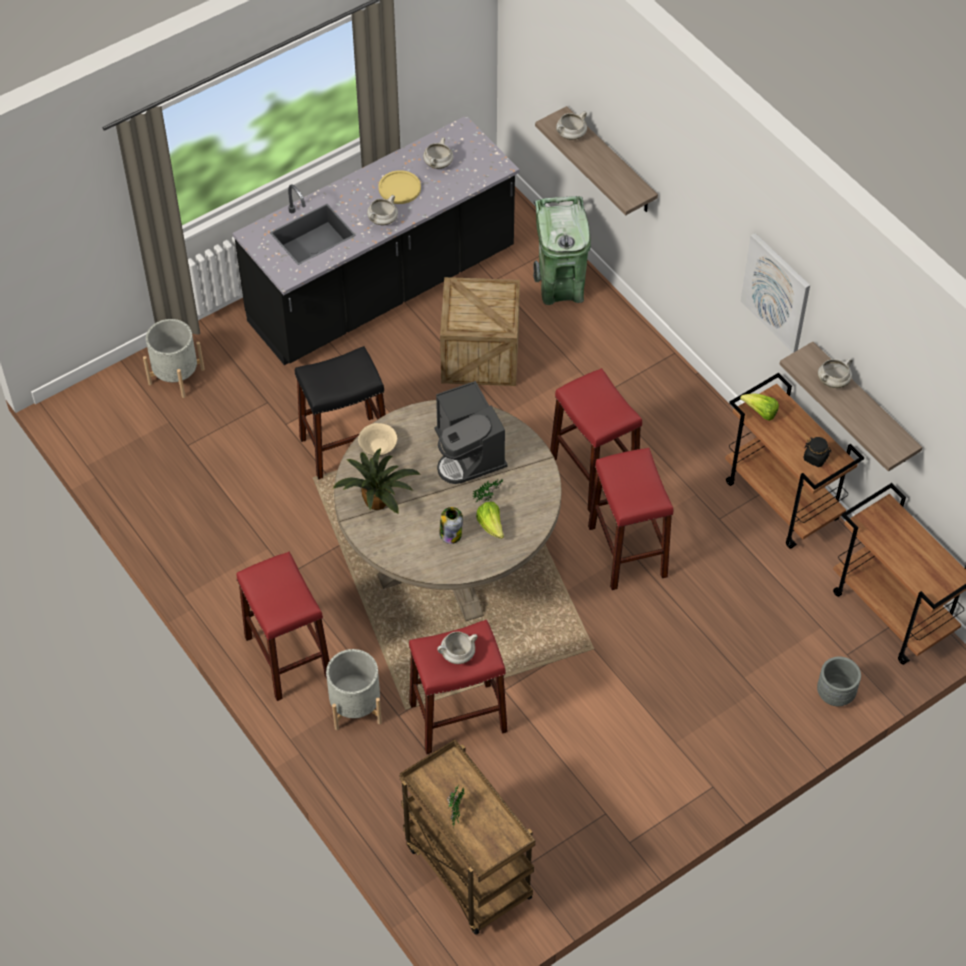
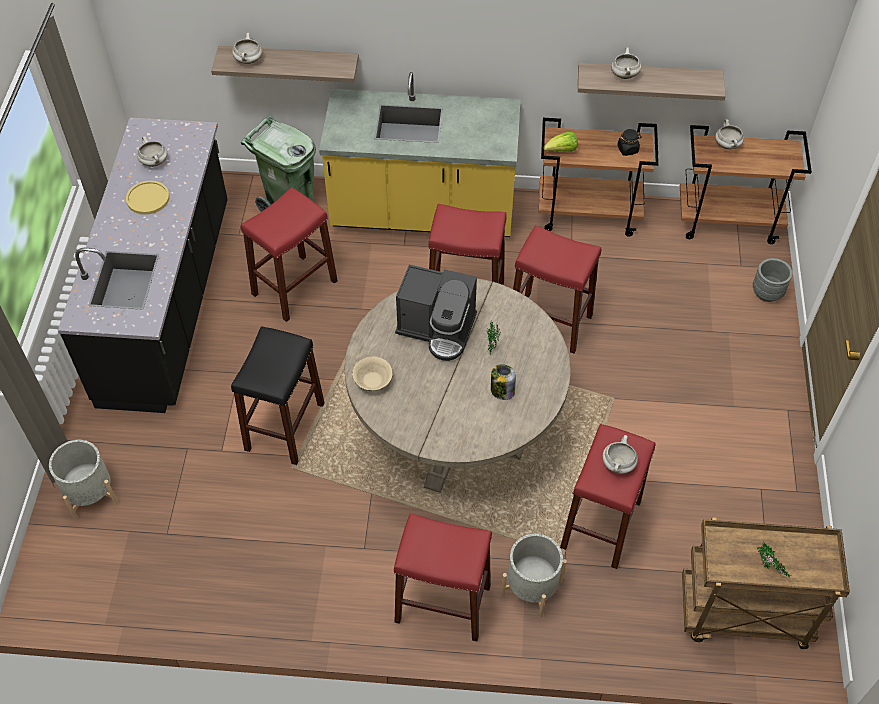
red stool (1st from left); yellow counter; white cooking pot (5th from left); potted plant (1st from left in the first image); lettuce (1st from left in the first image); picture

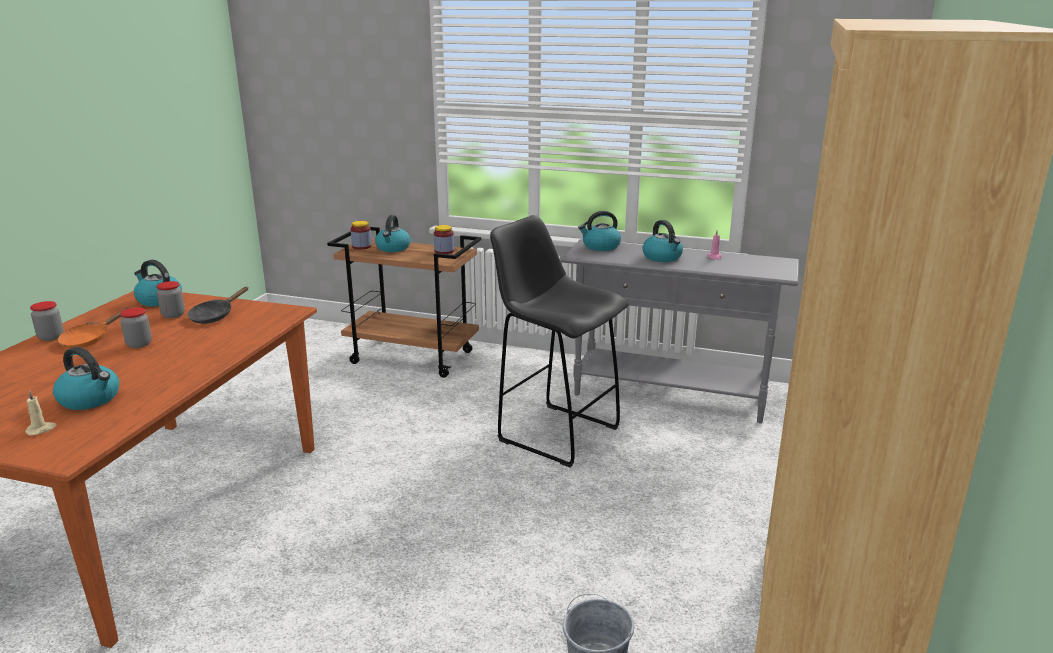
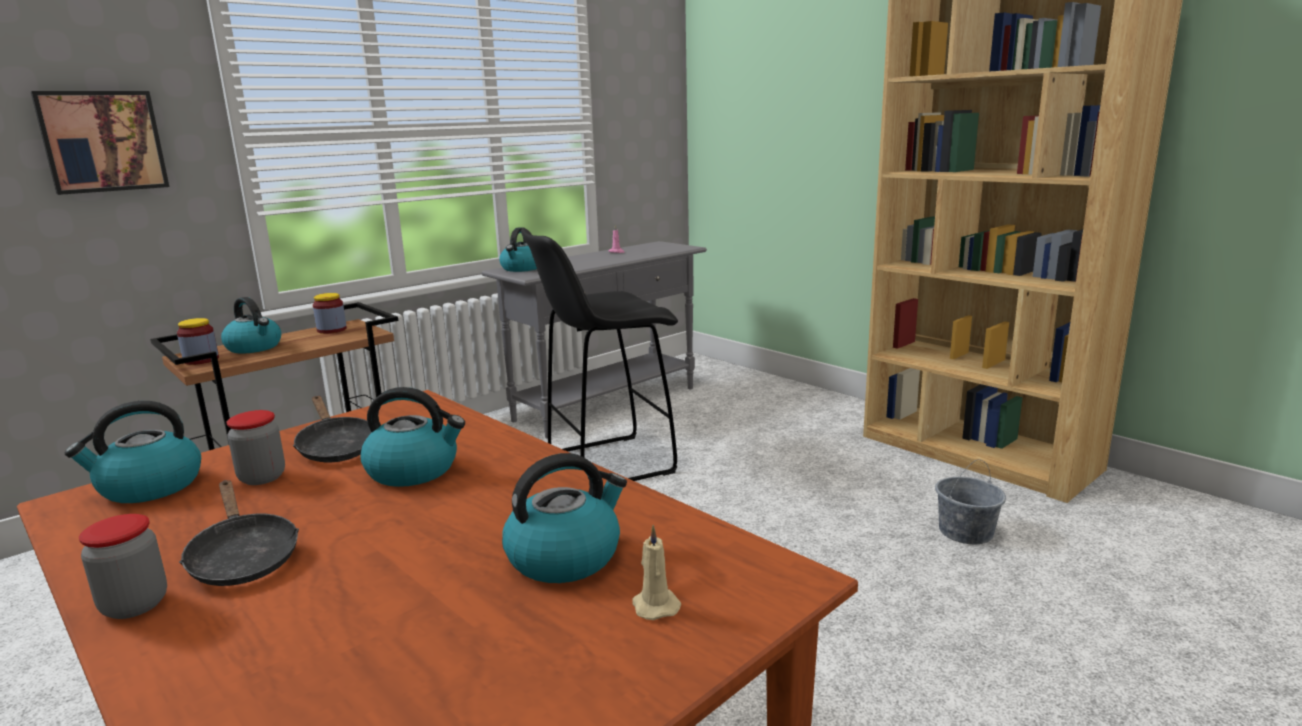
picture; black frying pan (1st from left); kettle (3rd from left); jar (2nd from left in the first image)

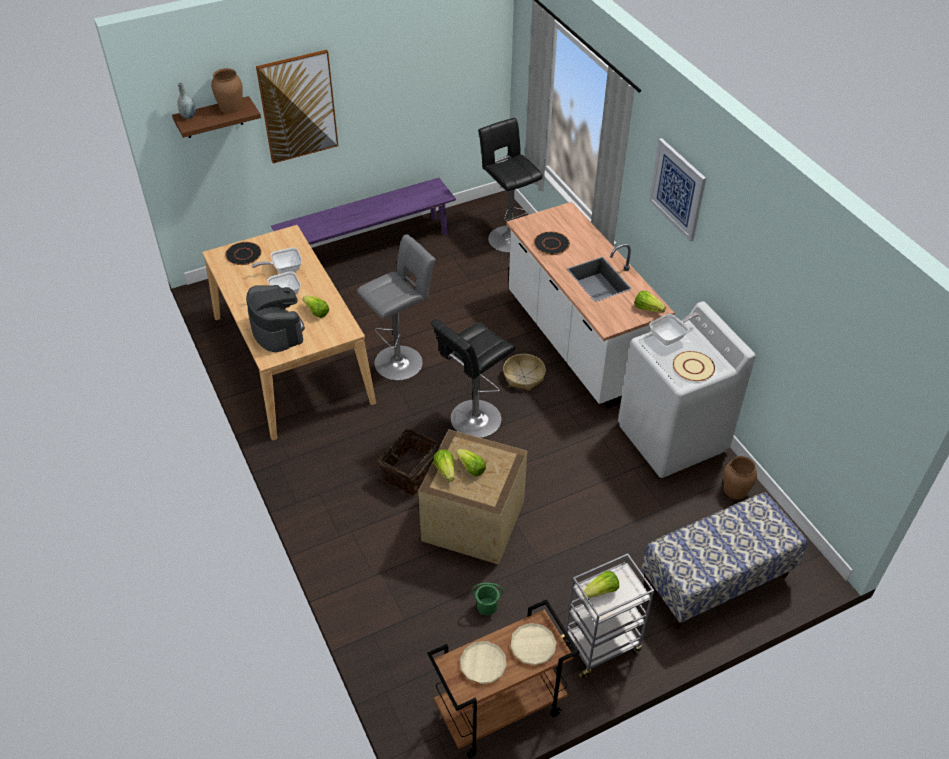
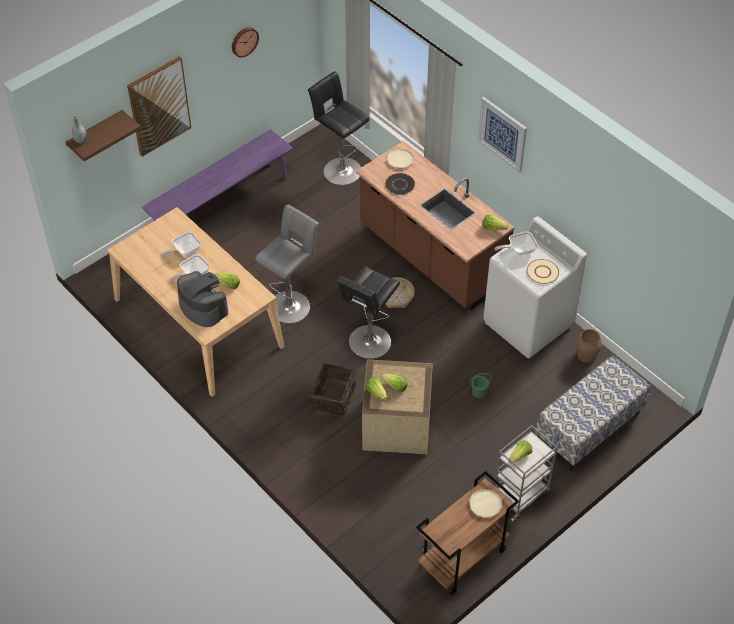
wall clock; brown counter; beige plate (1st from left); green bucket; frying pan (3rd from left); brown vase (1st from left in the first image); black plate (1st from left in the first image)

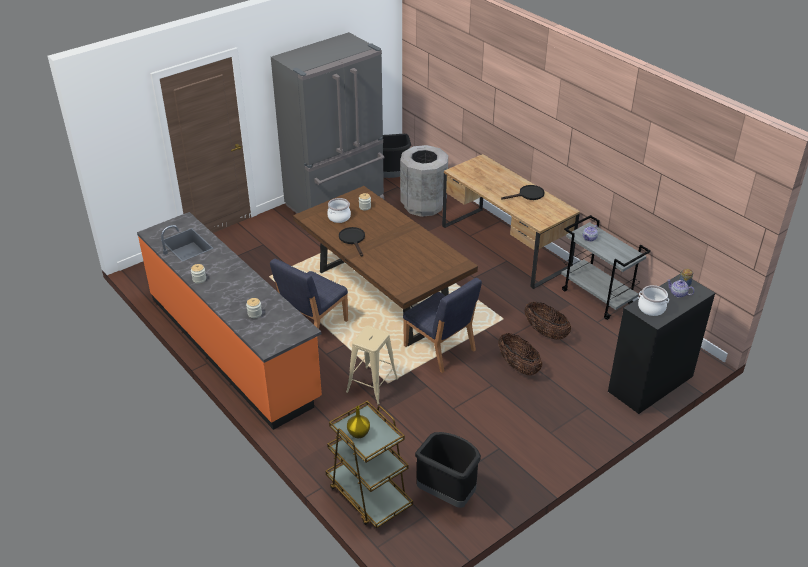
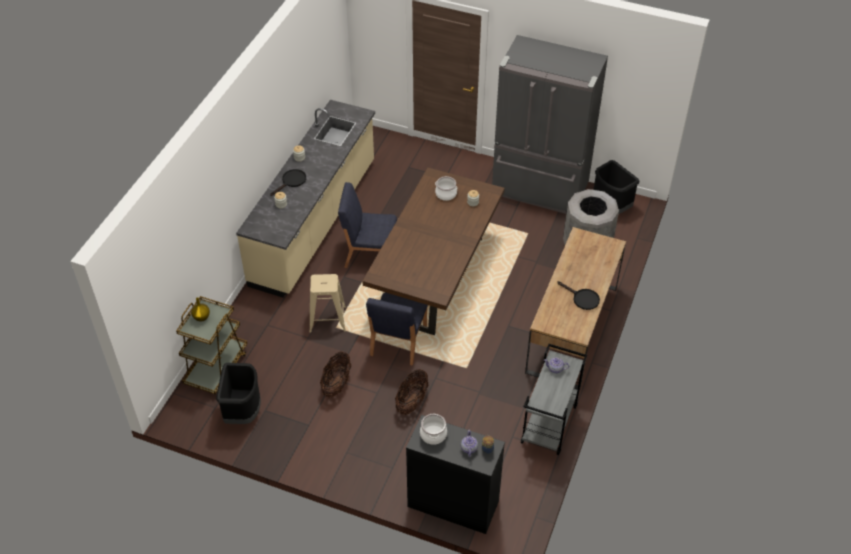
beige counter; black frying pan (1st from left); basket (1st from left)

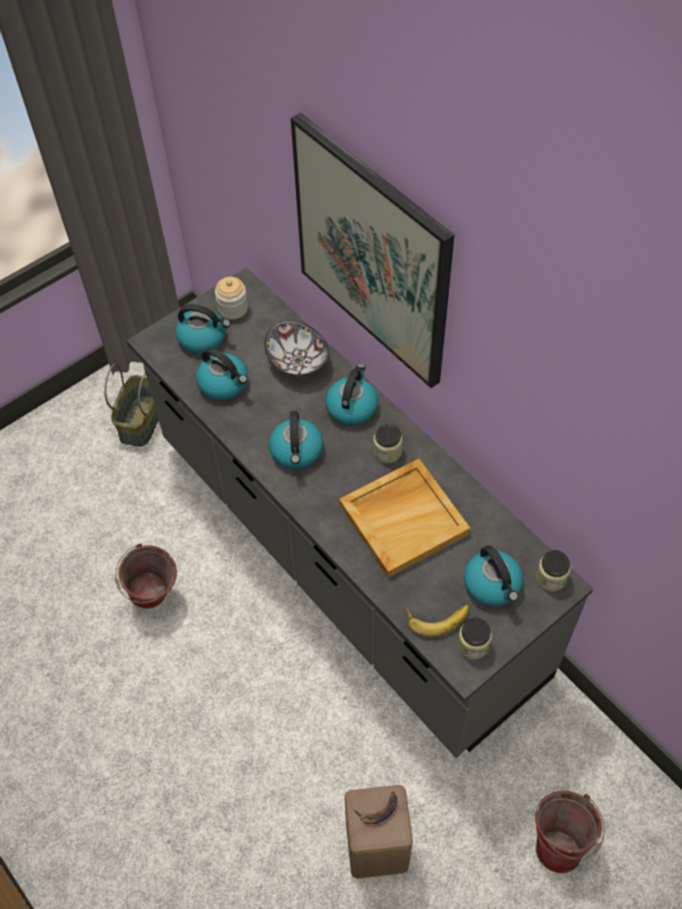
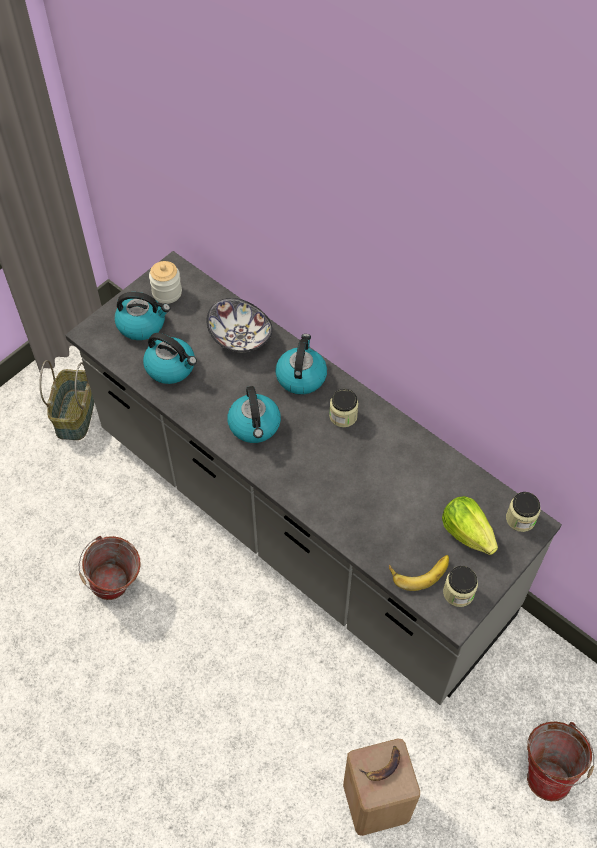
lettuce; picture; beige tray

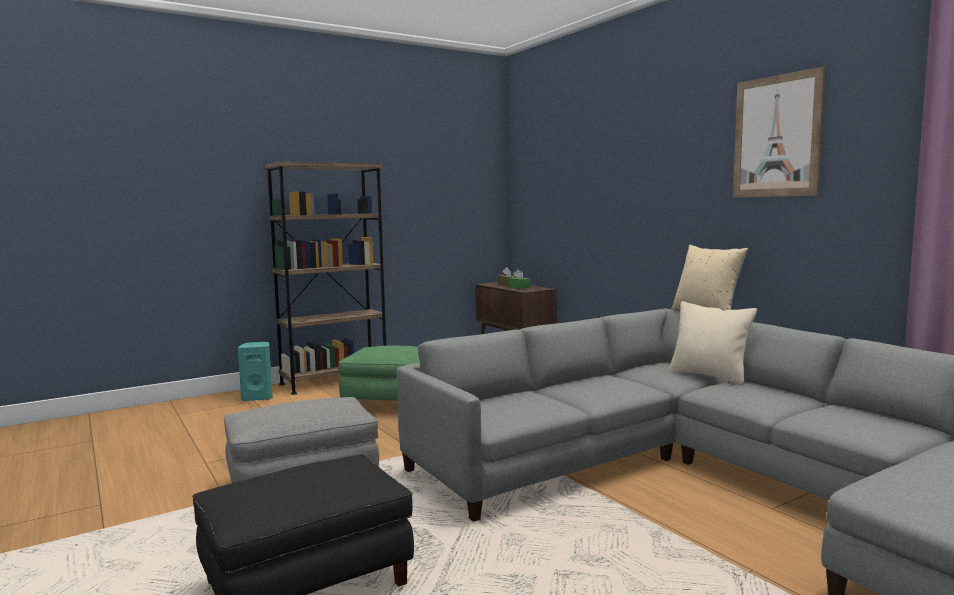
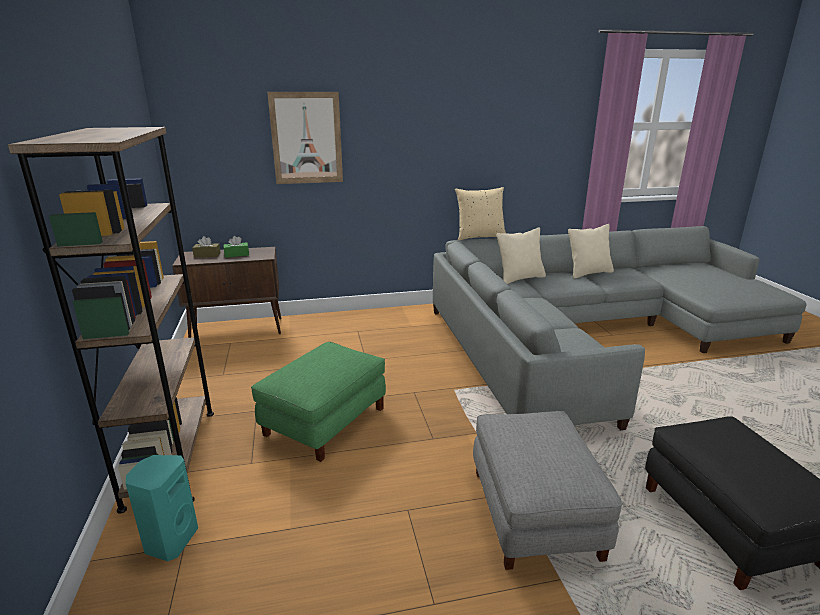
picture; beige pillow (3rd from left)

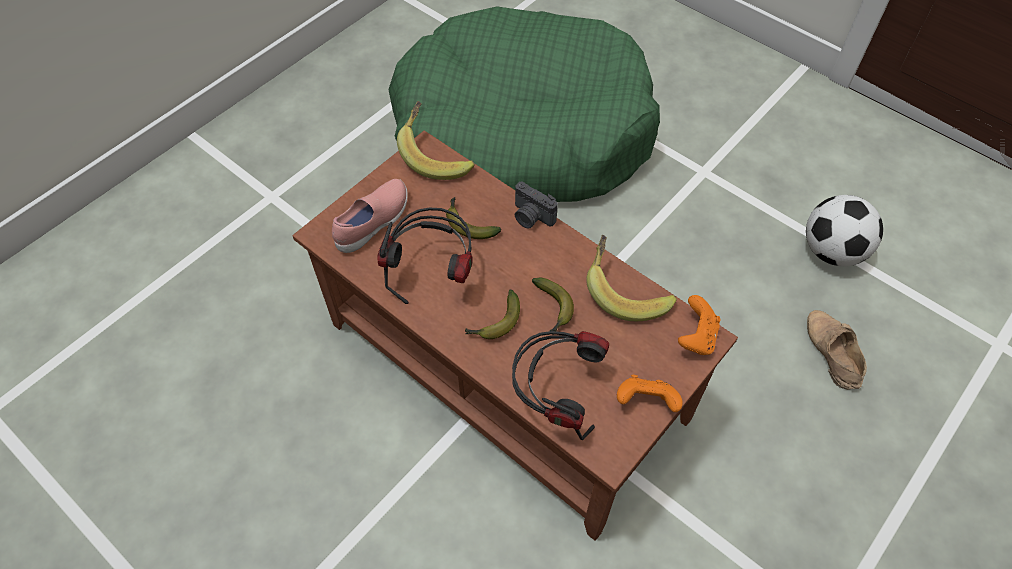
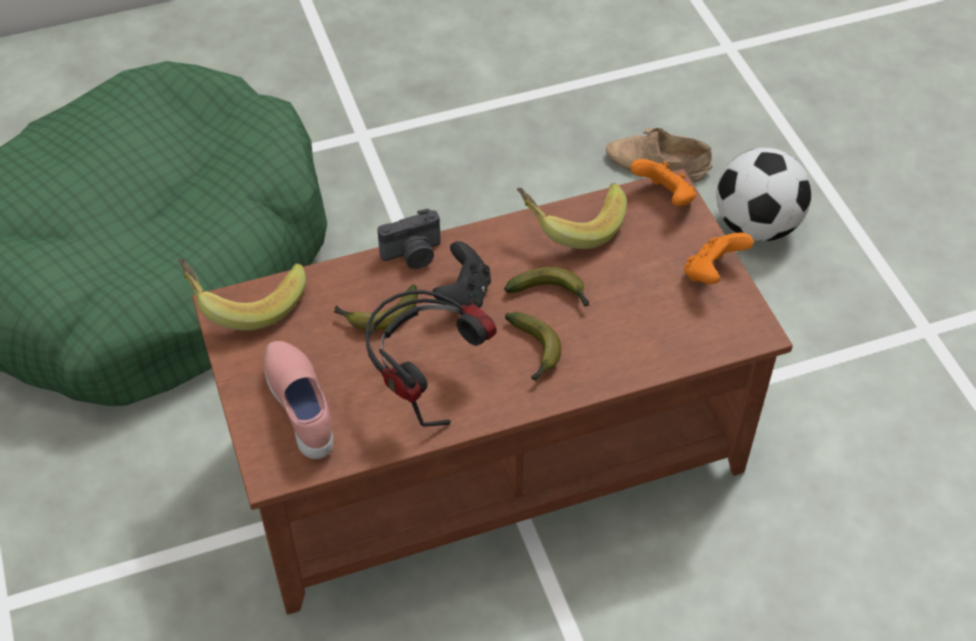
black game controller; football; headphones (2nd from left in the first image)

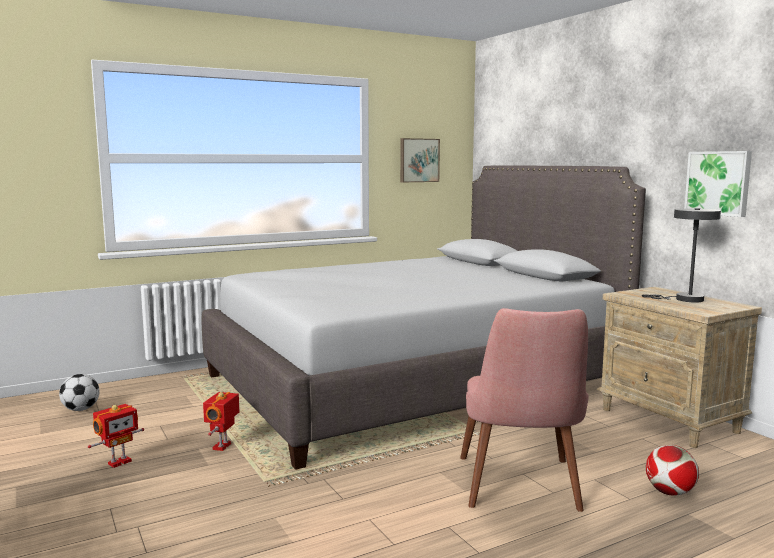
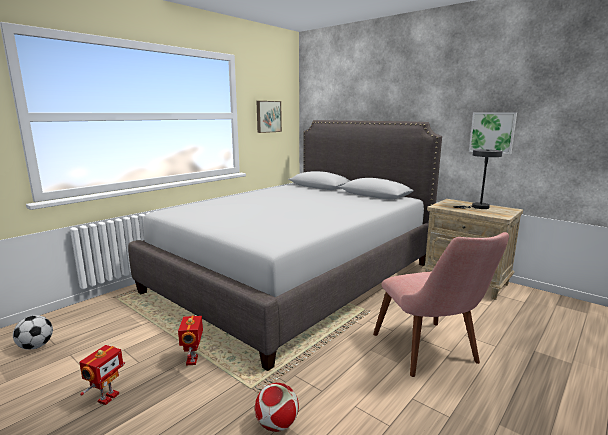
football (2nd from left)

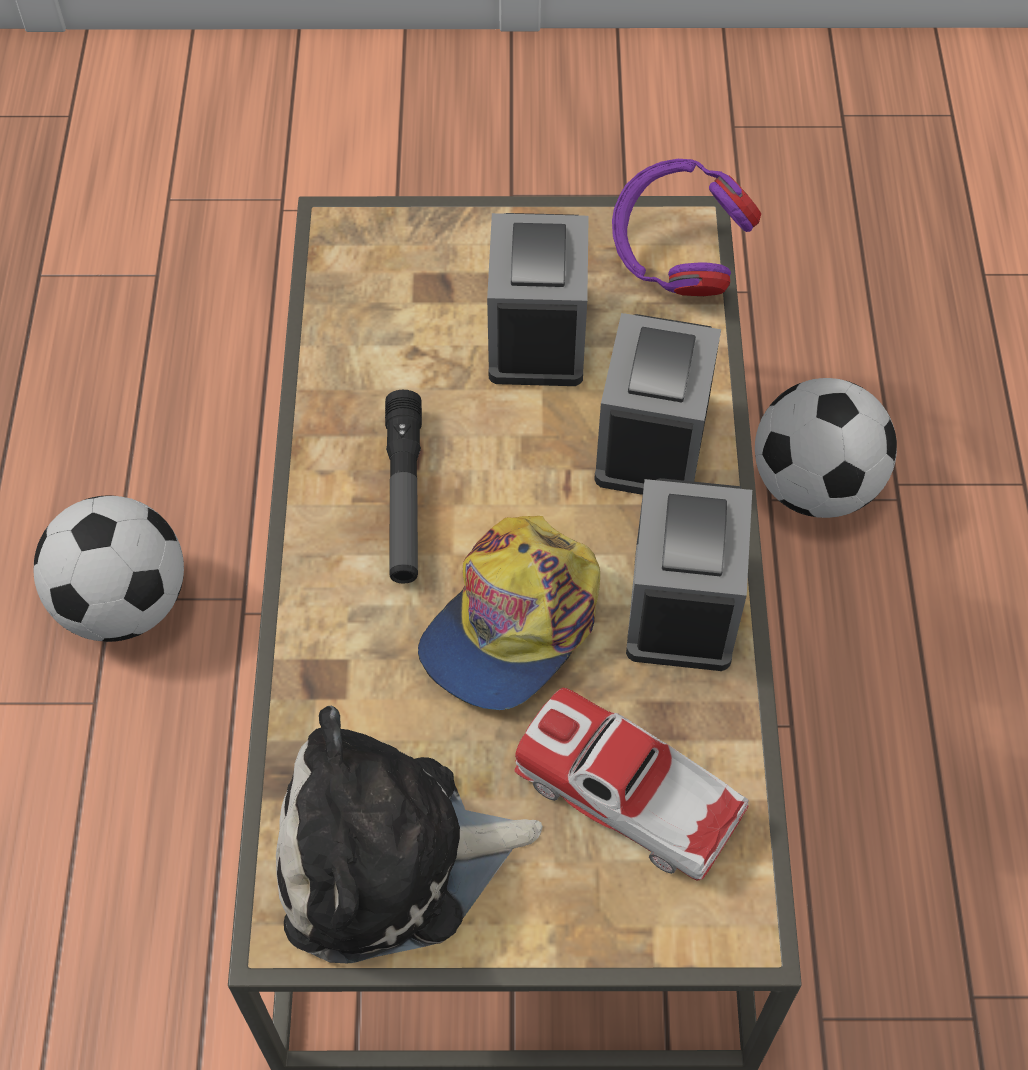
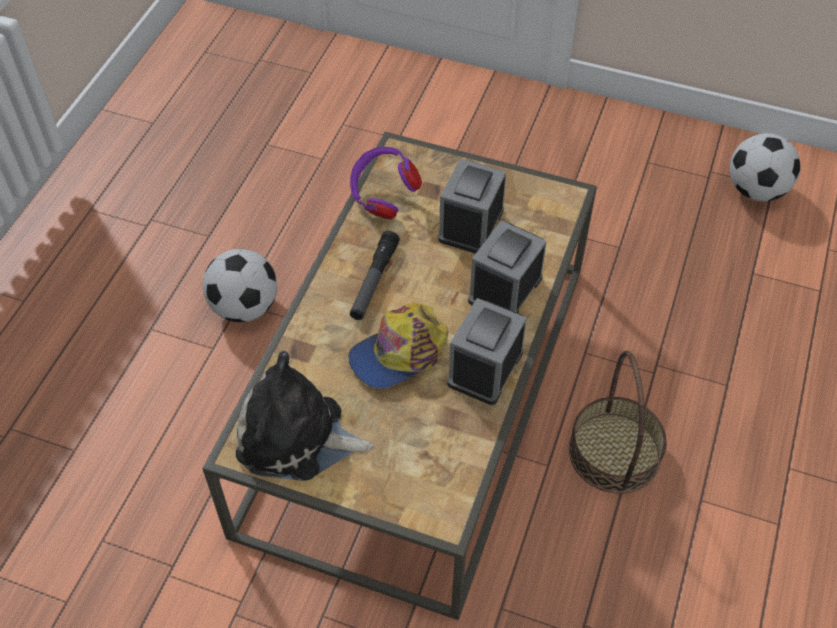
purple headphones; basket; football (2nd from left); toy car

